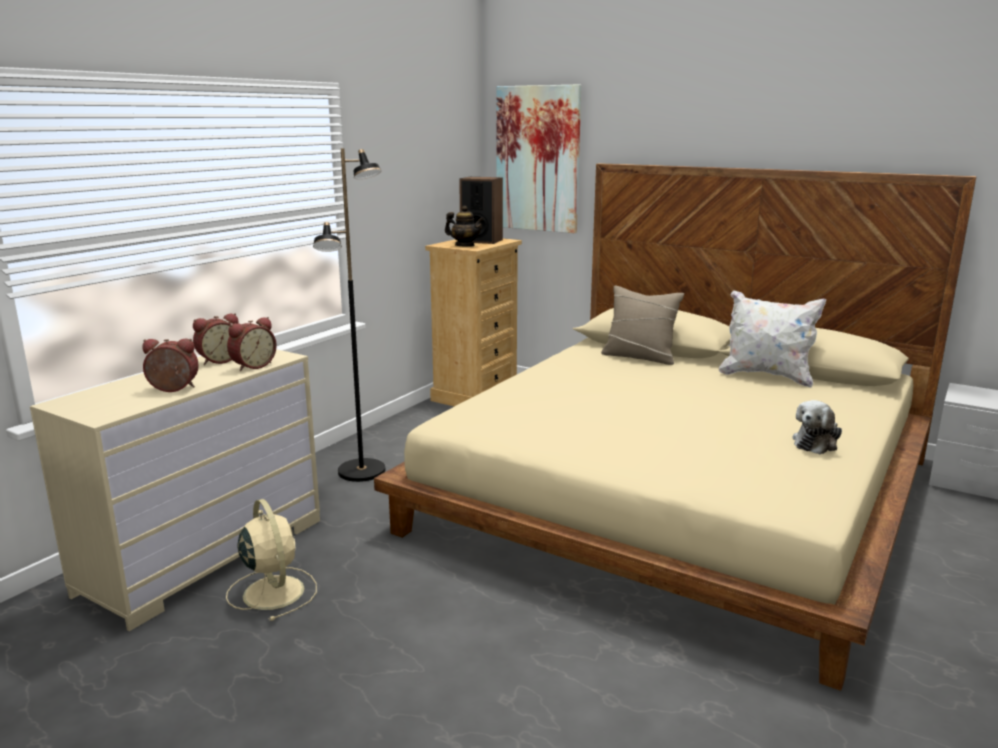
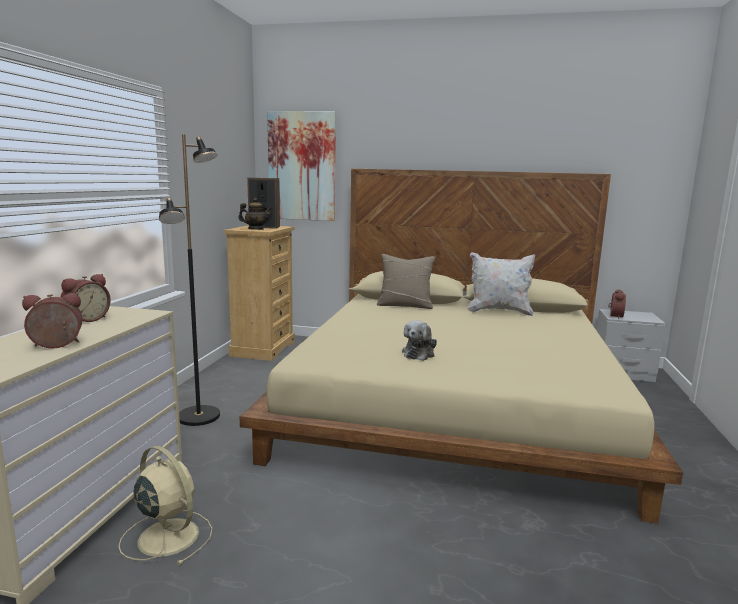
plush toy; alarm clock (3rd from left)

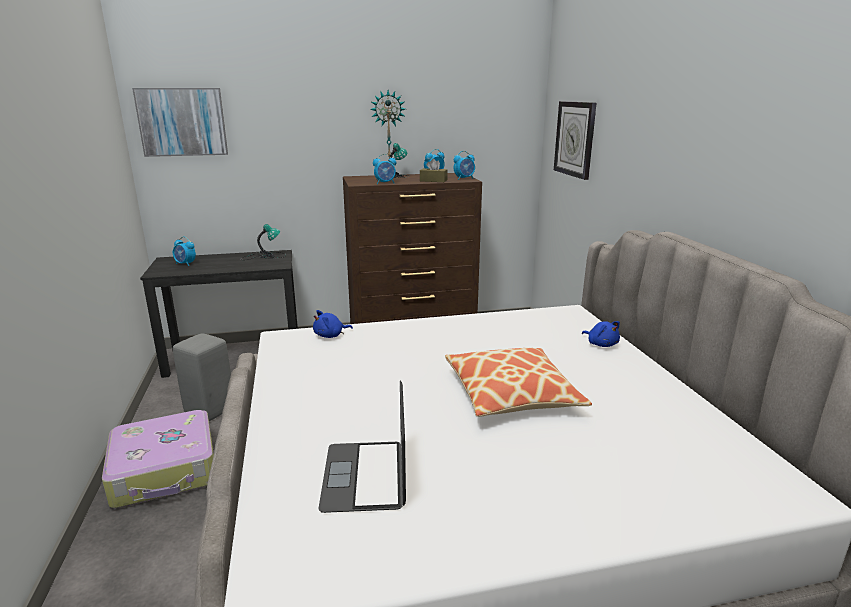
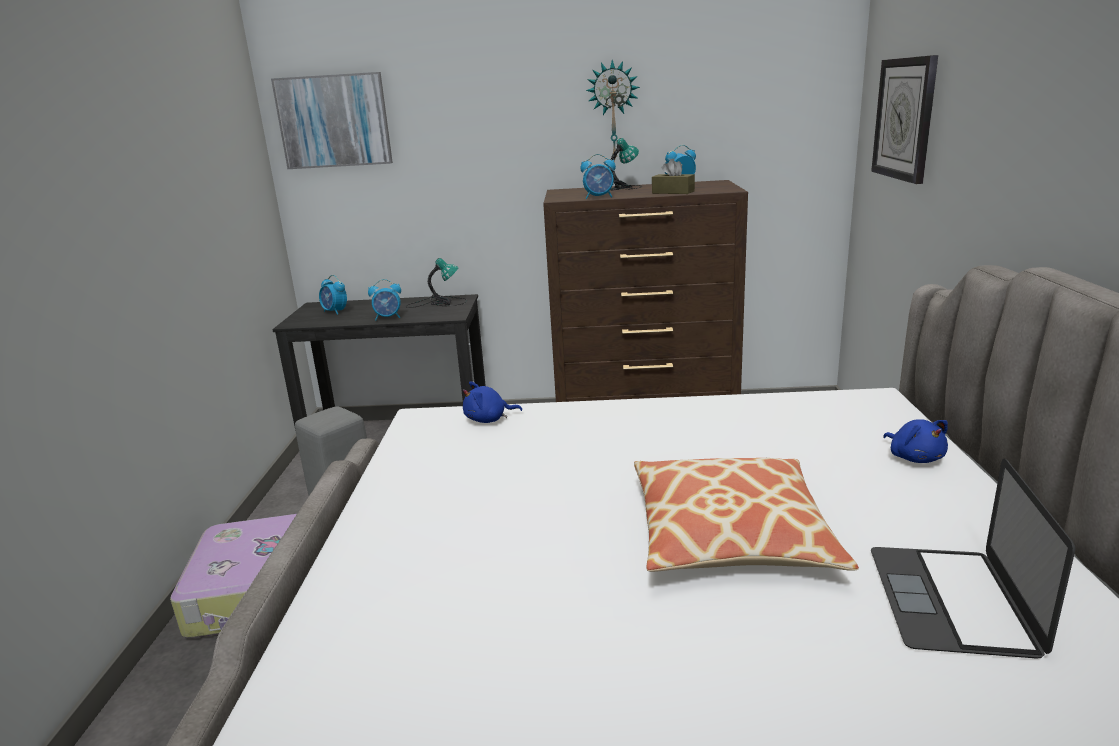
alarm clock (2nd from left); laptop

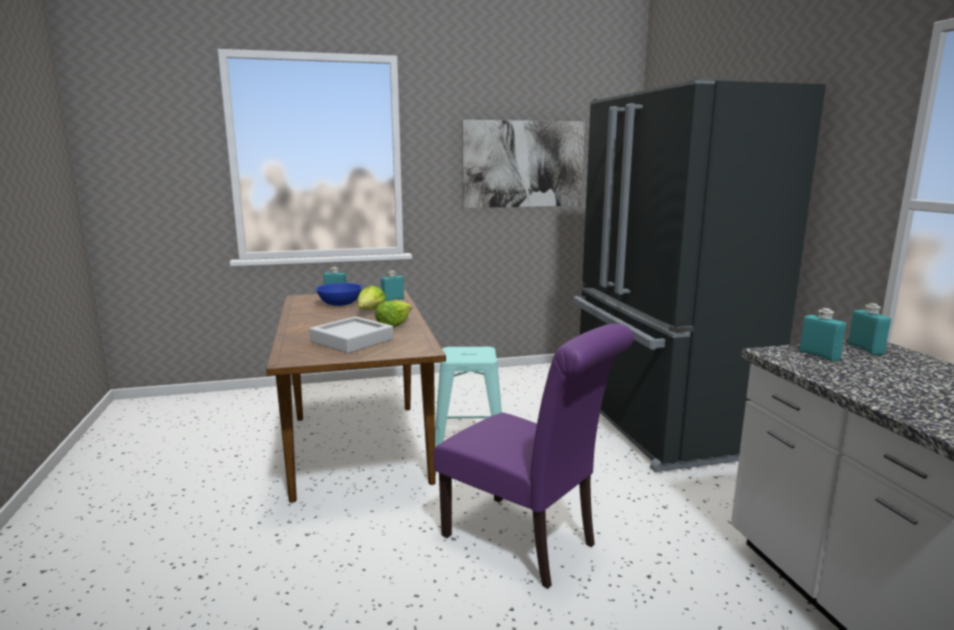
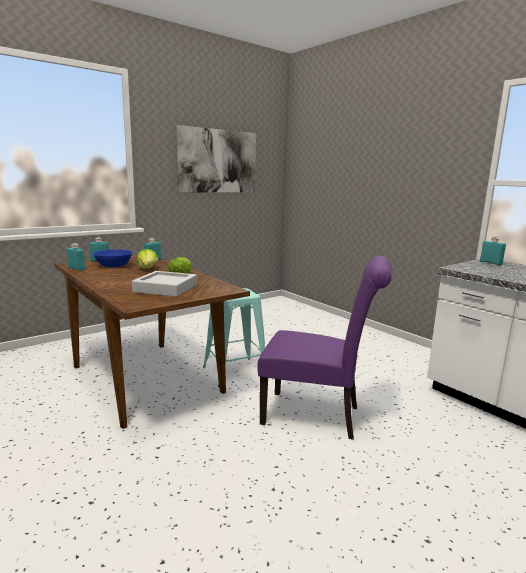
turquoise bottle (1st from left); black fridge

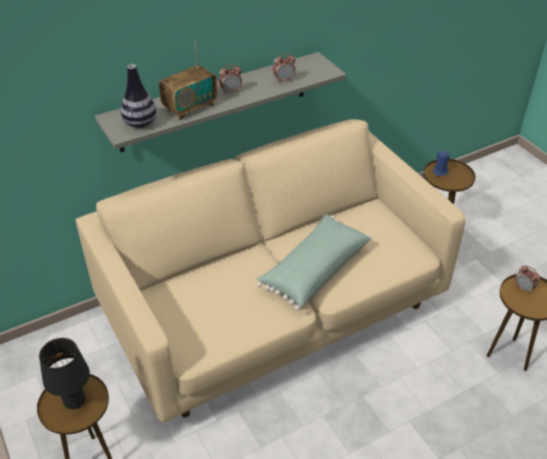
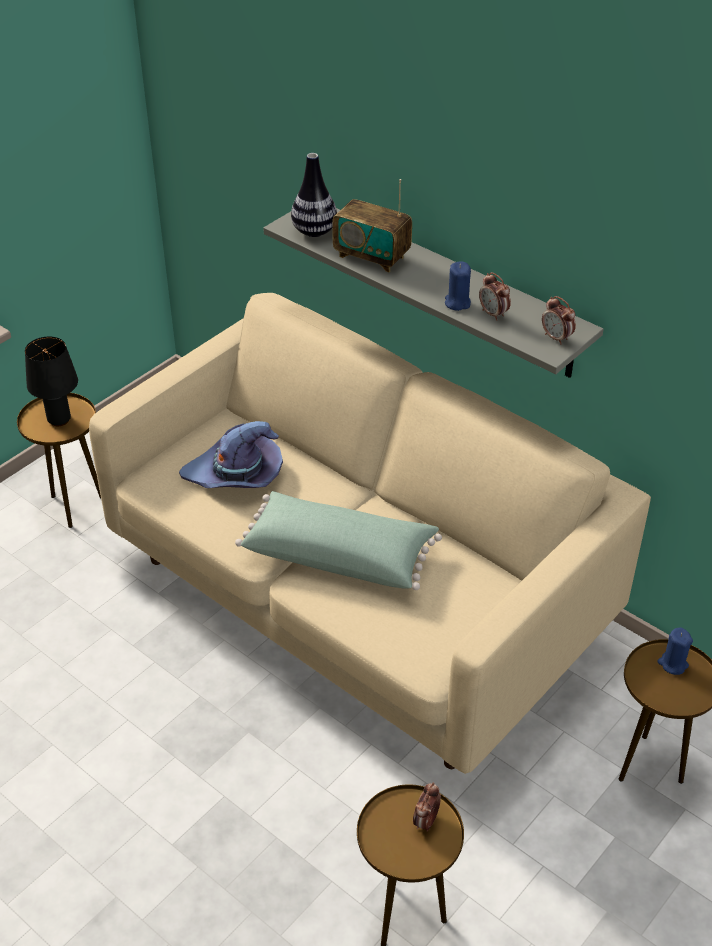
purple hat; blue candle (1st from left); alarm clock (3rd from left)

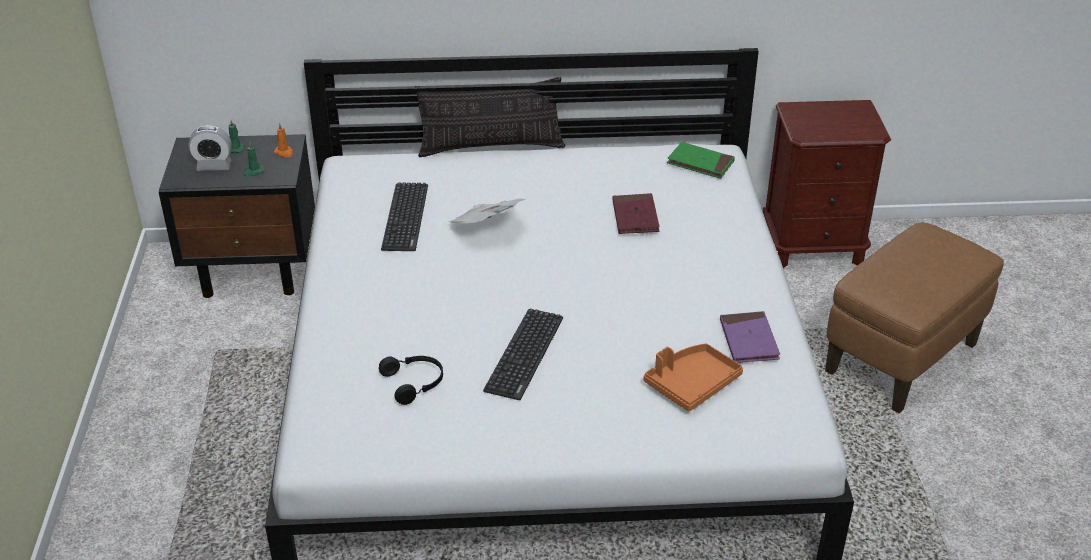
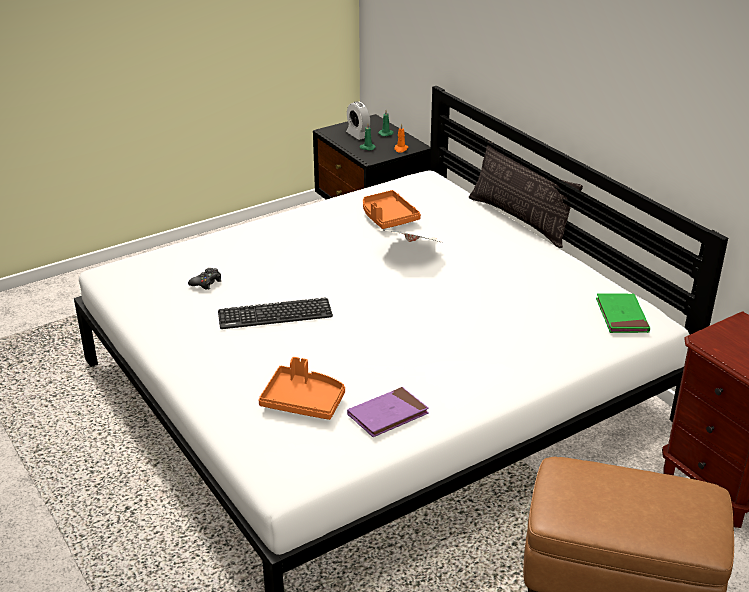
black game controller; orange tray (2nd from left); red book

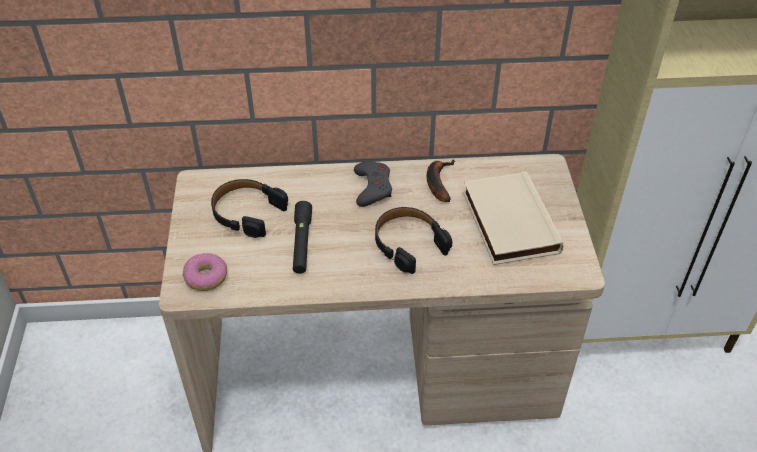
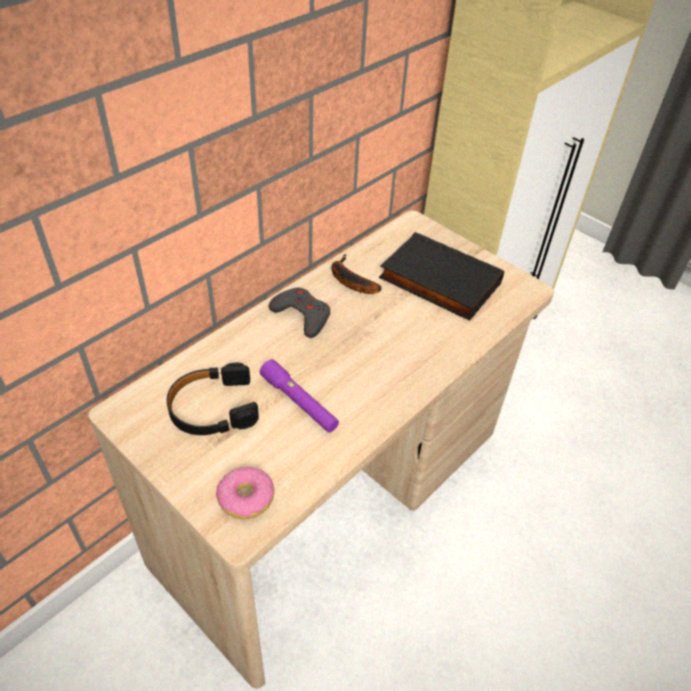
purple flashlight; black book; black headphones (2nd from left in the first image)

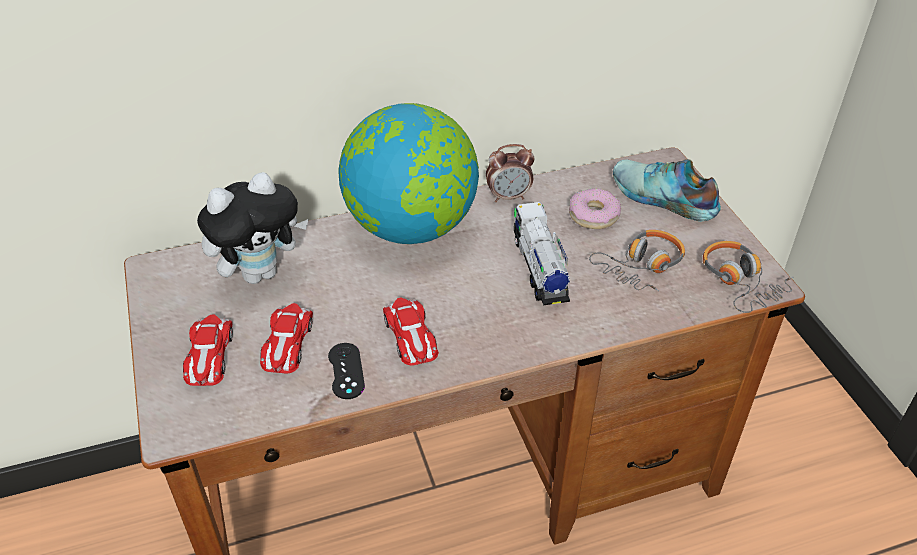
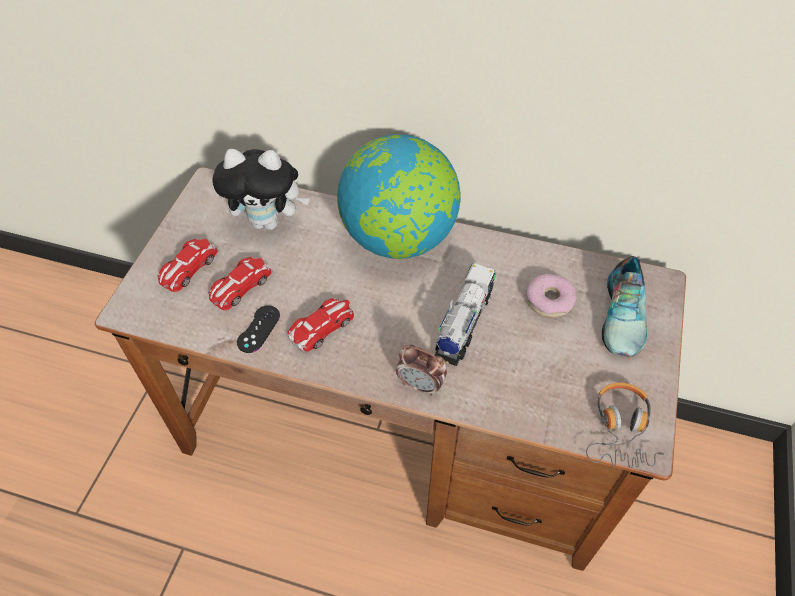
toy car (3rd from left); alarm clock; shoe; headphones (1st from left in the first image)

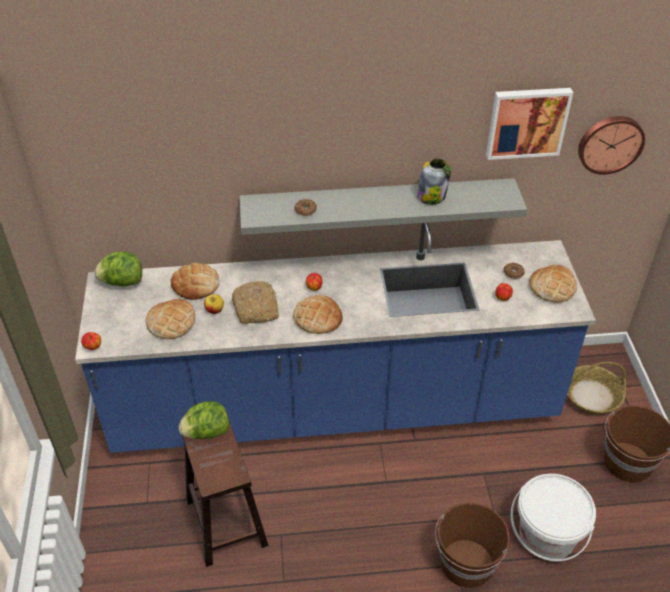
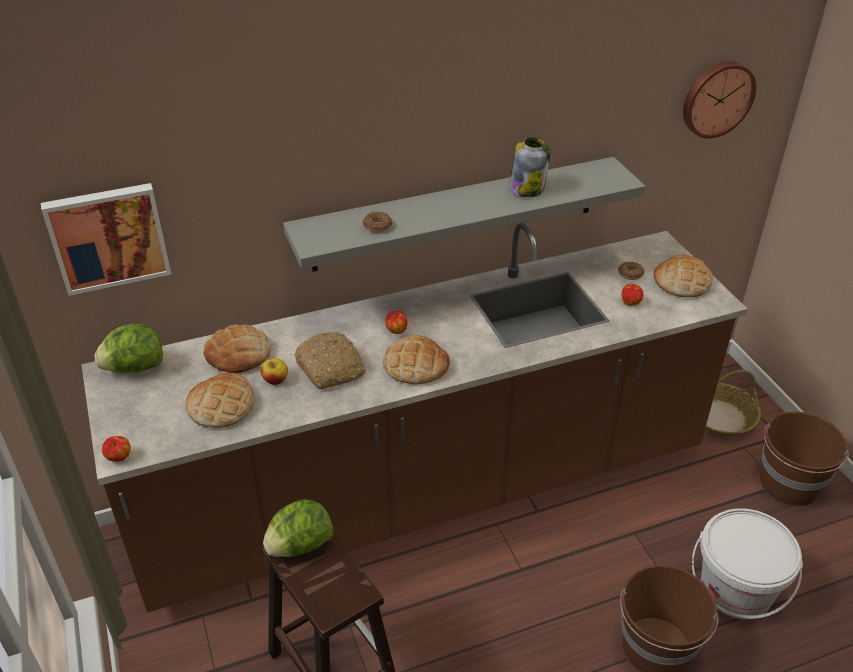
picture; brown counter

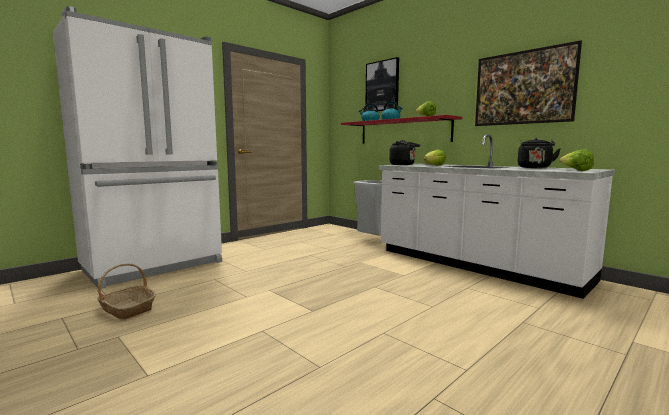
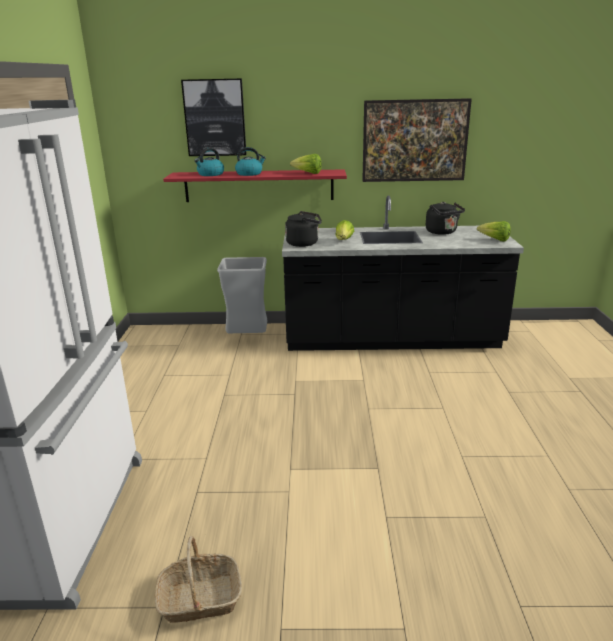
black counter

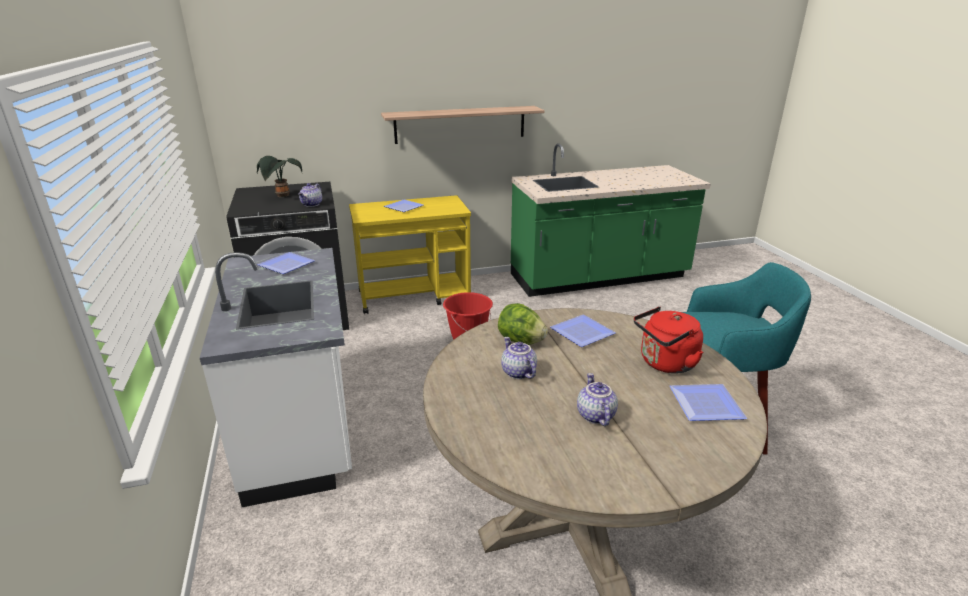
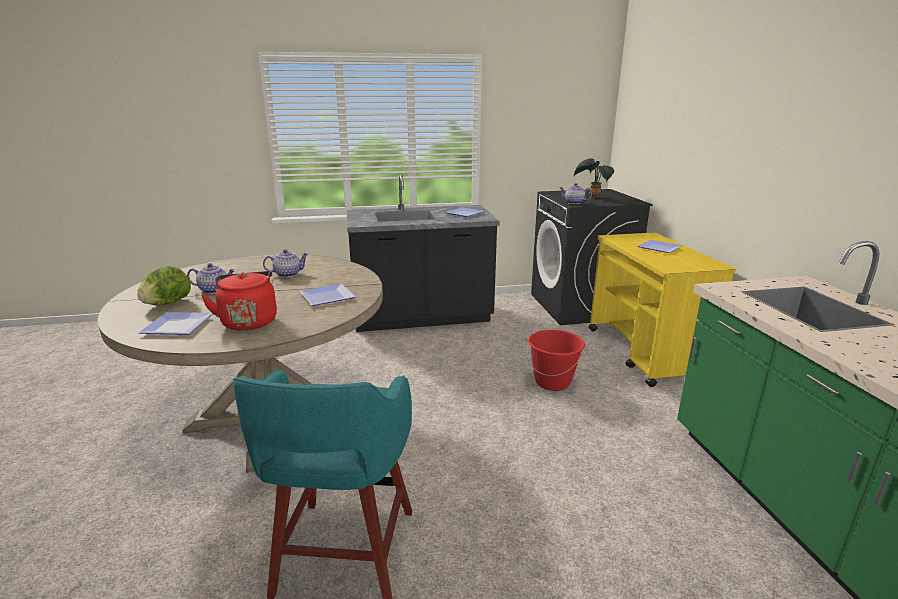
lettuce; black counter; shelf

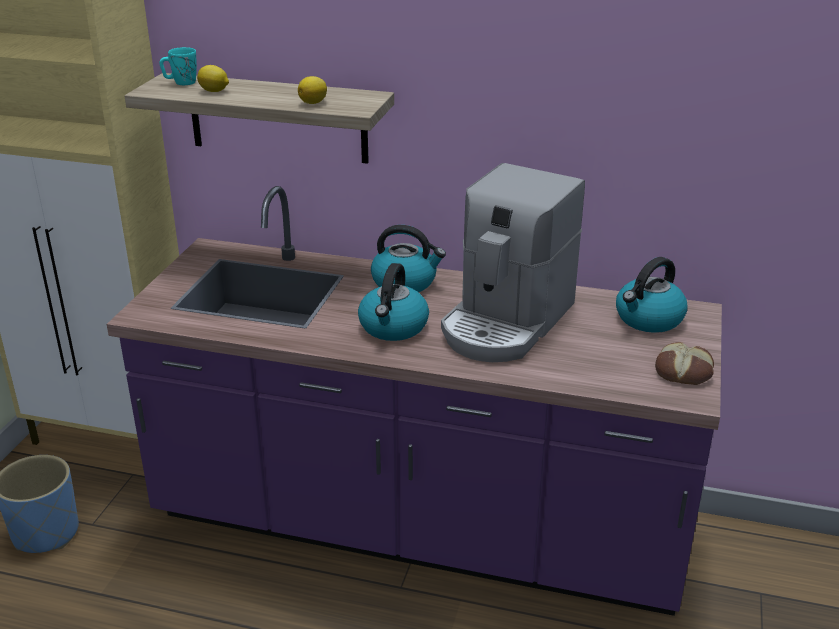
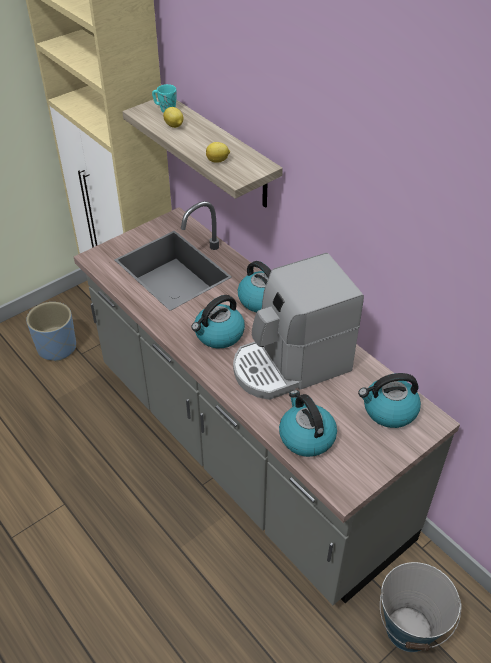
grey counter; kettle (3rd from left); bucket; bread

